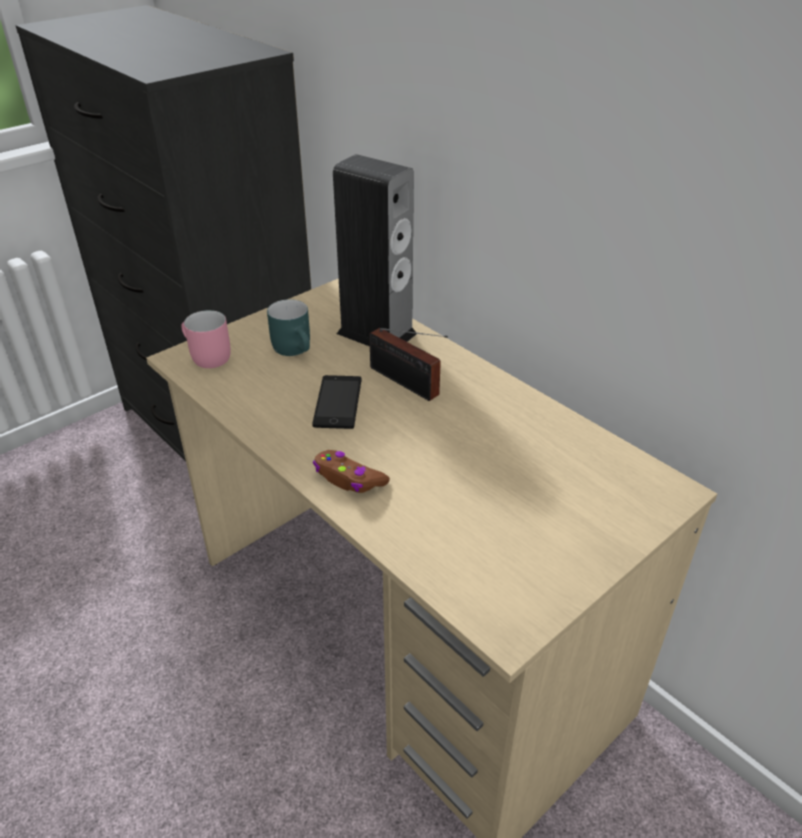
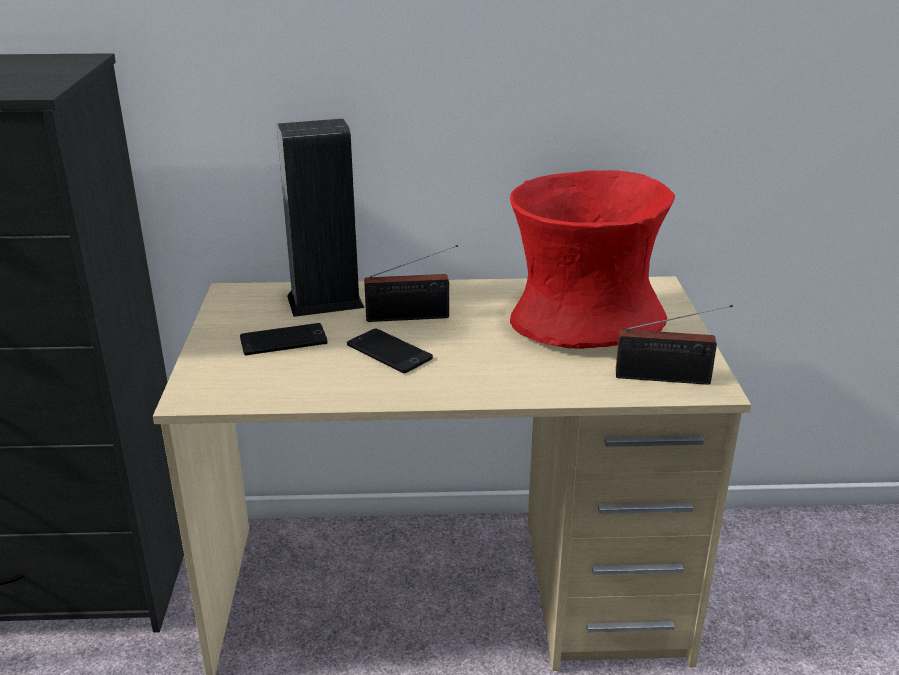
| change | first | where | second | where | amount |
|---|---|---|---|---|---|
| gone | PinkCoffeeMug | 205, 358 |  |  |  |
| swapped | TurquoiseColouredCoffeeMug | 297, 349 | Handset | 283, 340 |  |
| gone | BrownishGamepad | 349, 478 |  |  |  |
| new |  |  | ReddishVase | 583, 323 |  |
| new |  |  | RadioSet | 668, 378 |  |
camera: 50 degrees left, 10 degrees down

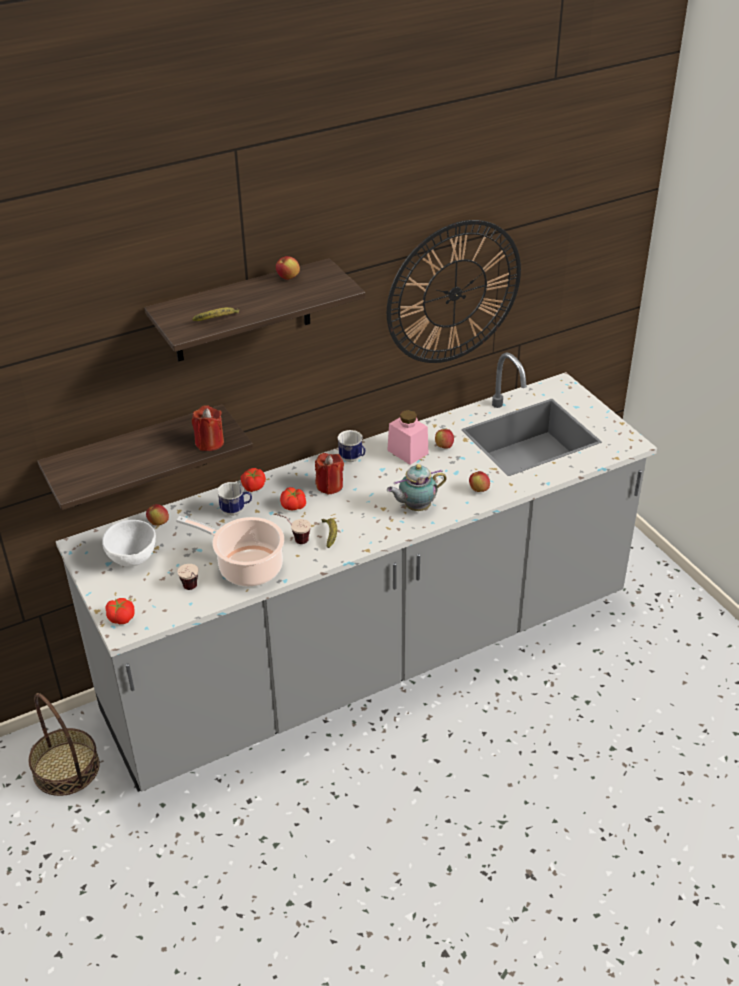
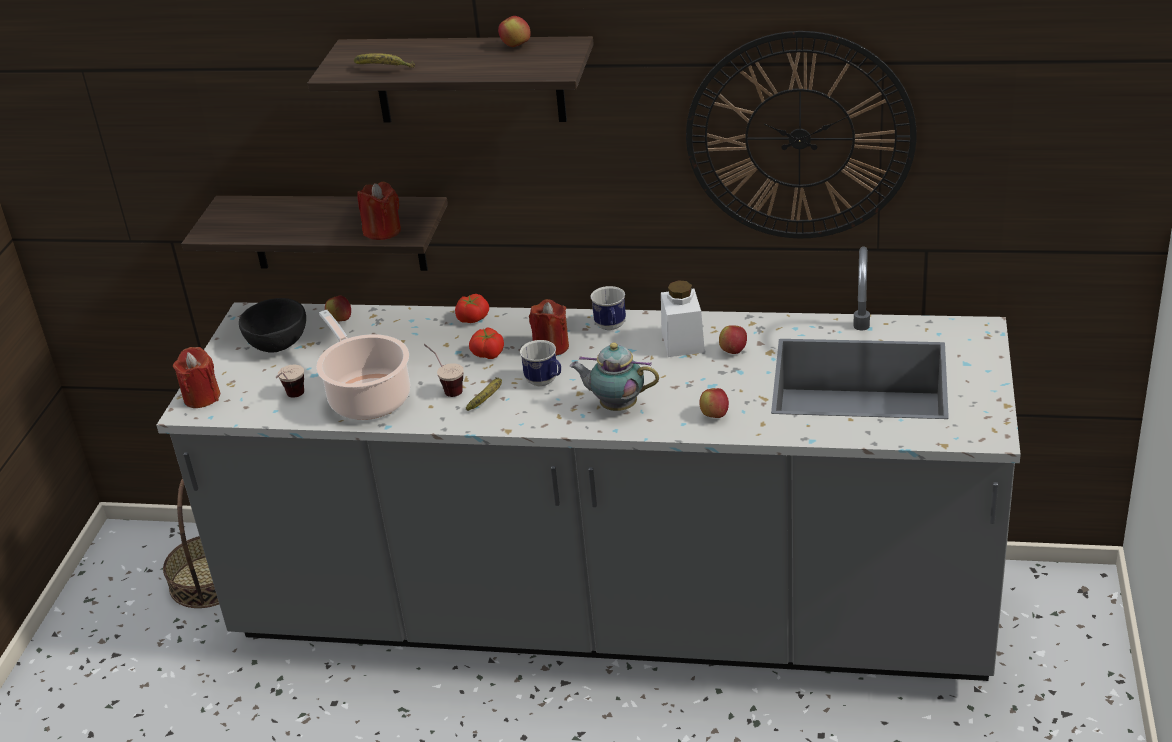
| change | first | where | second | where | amount |
|---|---|---|---|---|---|
| repainted | WhiteDeepDish | 131, 558 | BlackishDeepDish | 277, 345 |  |
| swapped | WholeTomato | 121, 617 | ReddishCandle | 202, 397 |  |
| shifted | CoffeeMug | 236, 511 |  | 545, 382 |  |
| repainted | PinkJar | 407, 452 | WhiteJar | 682, 342 |  |
camera: 40 degrees right, 5 degrees down

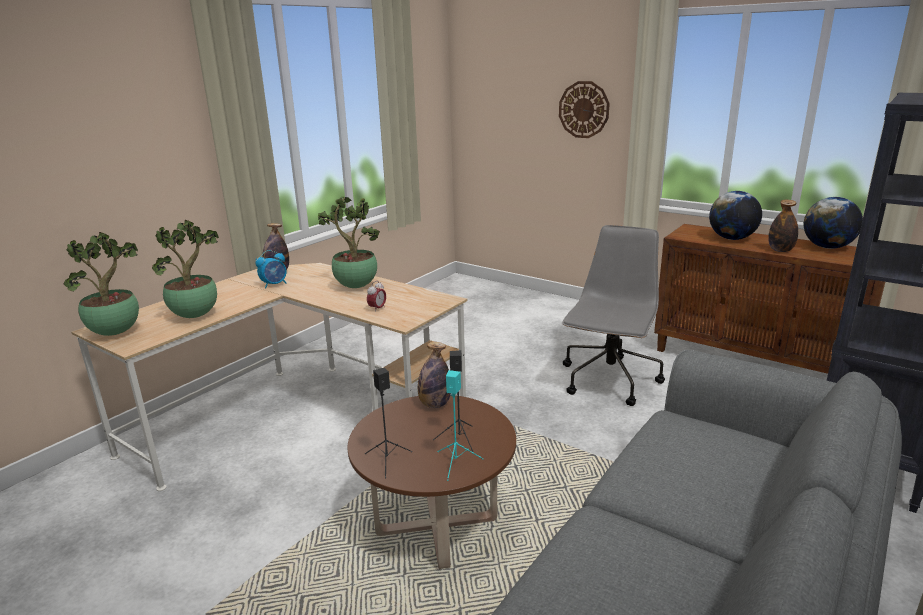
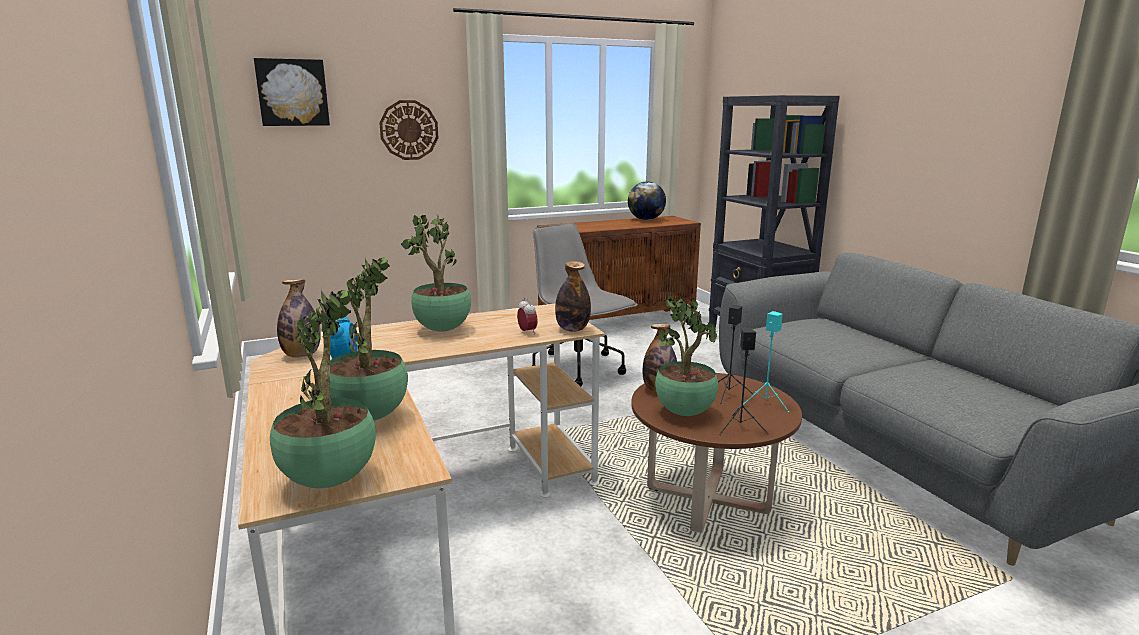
| change | first | where | second | where | amount |
|---|---|---|---|---|---|
| gone | WorldGlobe | 731, 238 |  |  |  |
| shifted | Bottle | 780, 250 |  | 572, 329 |  |
| new |  |  | WallArt | 292, 92 |  |
| new |  |  | Houseplant | 686, 413 |  |
camera: 60 degrees left, 5 degrees down

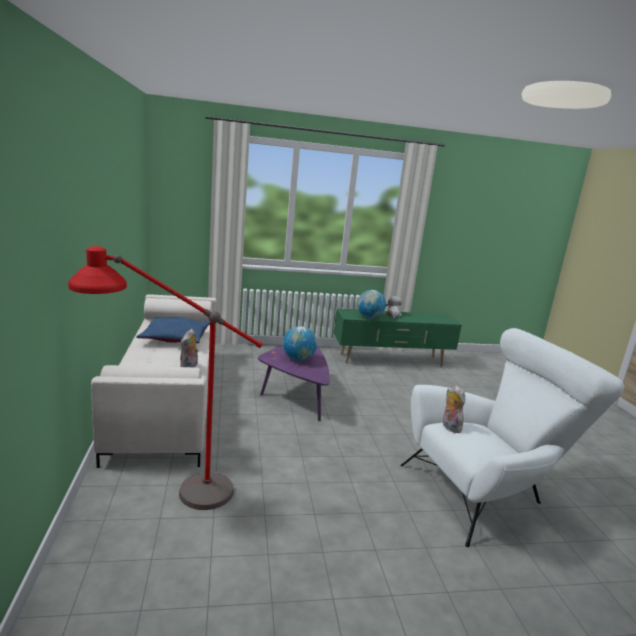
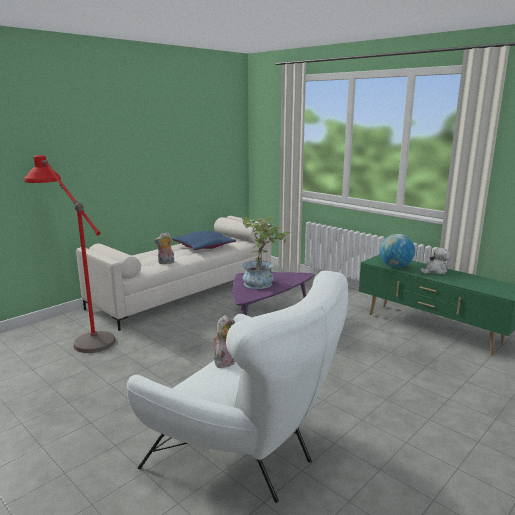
| change | first | where | second | where | amount |
|---|---|---|---|---|---|
| swapped | WorldGlobe | 298, 359 | Houseplant | 262, 283 |  |
camera: 55 degrees right, 0 degrees up

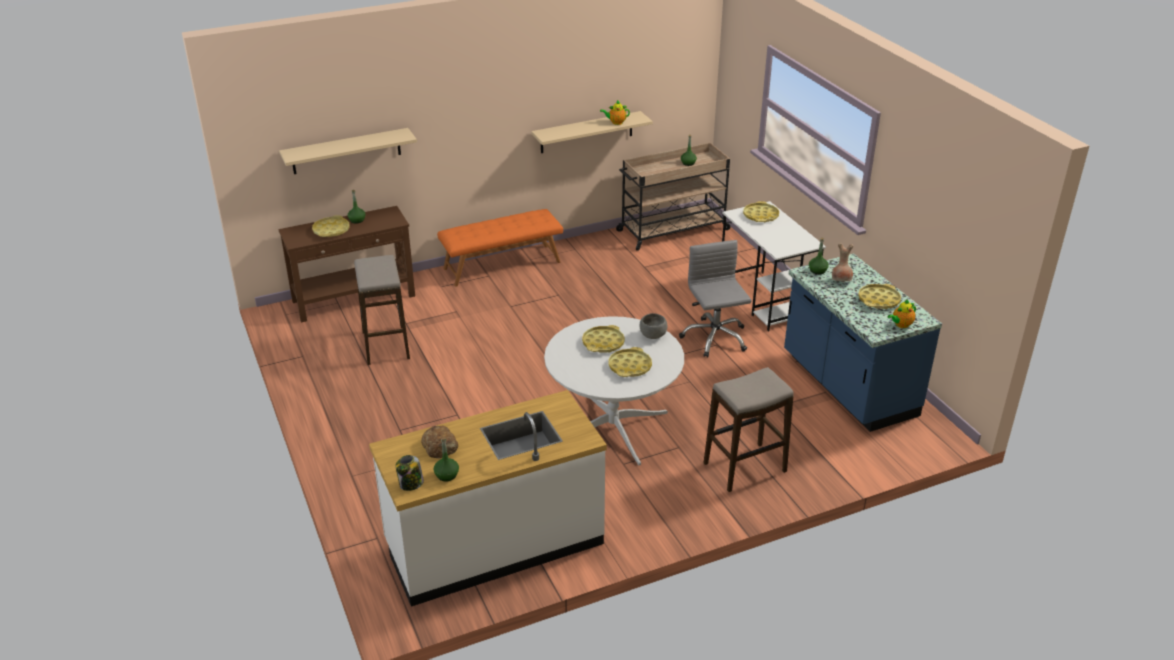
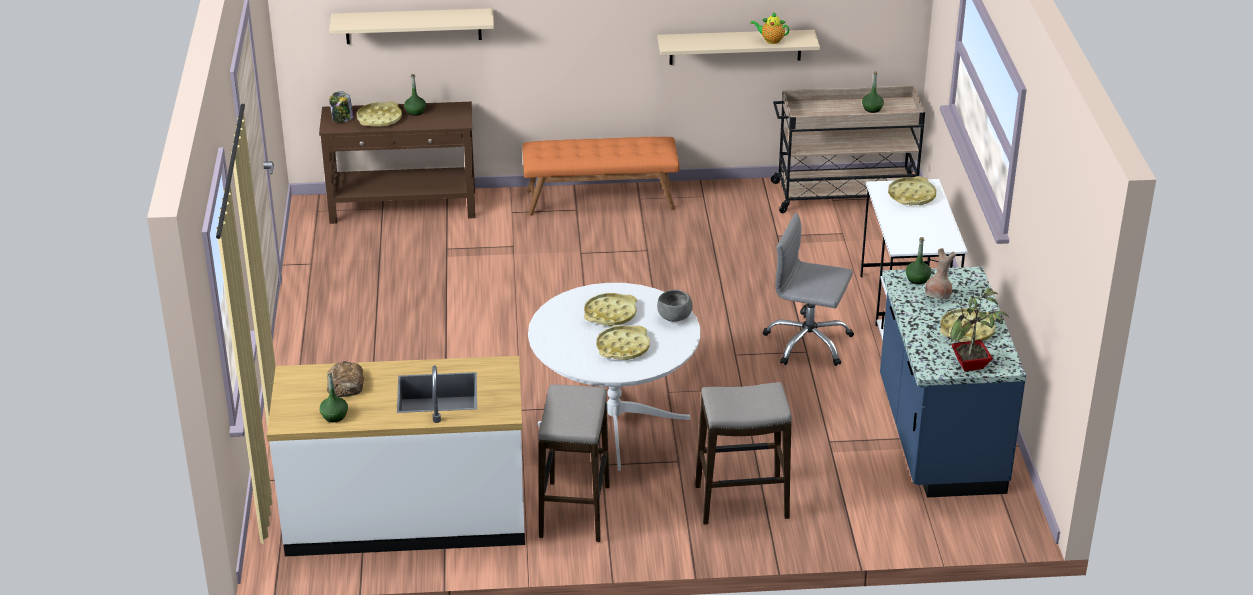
| change | first | where | second | where | amount |
|---|---|---|---|---|---|
| shifted | Stool | 385, 345 |  | 574, 512 |  |
| shifted | Jar | 411, 484 |  | 342, 119 |  |
| rotated | GreyDeskChair | 714, 338 |  | 808, 343 | 75 degrees counterclockwise |
| swapped | TeaPot | 901, 325 | Houseplant | 970, 366 |  |
camera: 20 degrees right, 0 degrees up

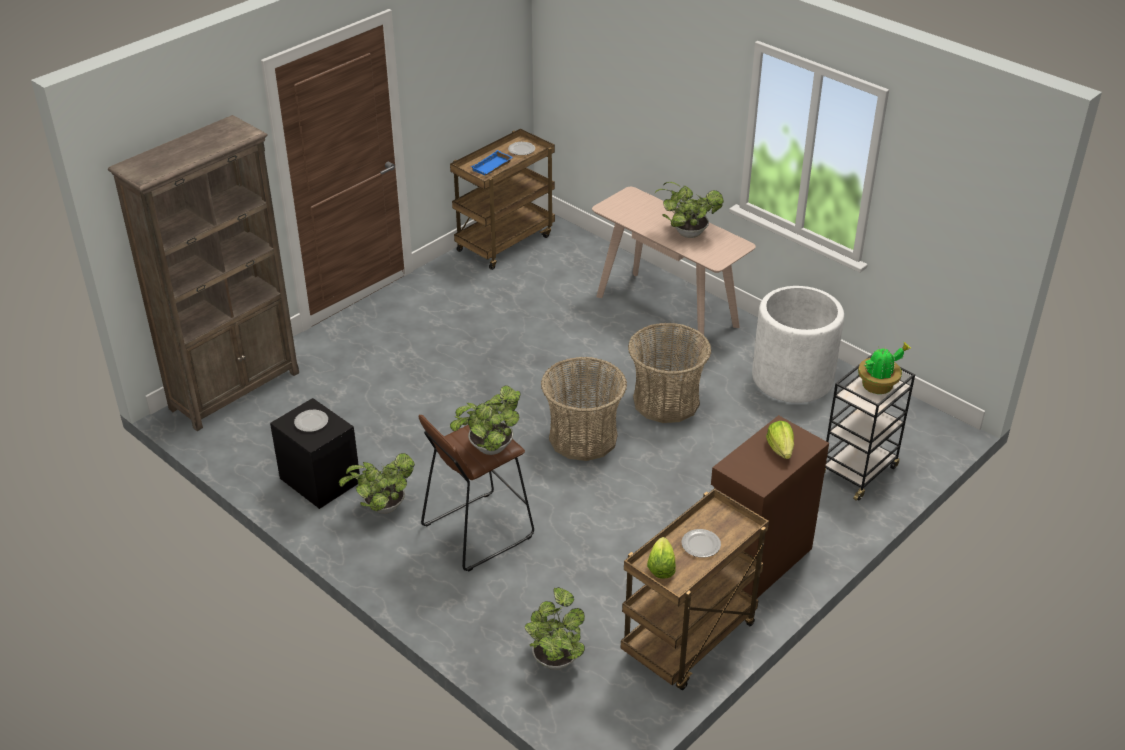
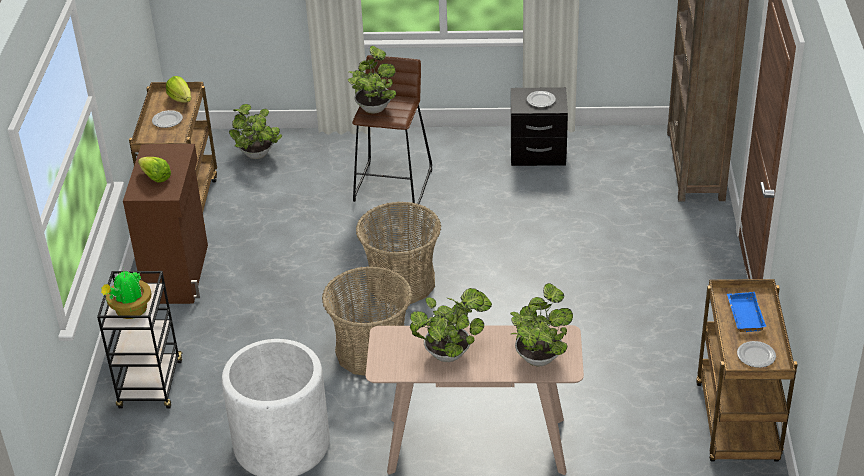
| change | first | where | second | where | amount |
|---|---|---|---|---|---|
| shifted | Houseplant | 382, 507 |  | 539, 355 |  |
camera: 140 degrees right, 0 degrees up

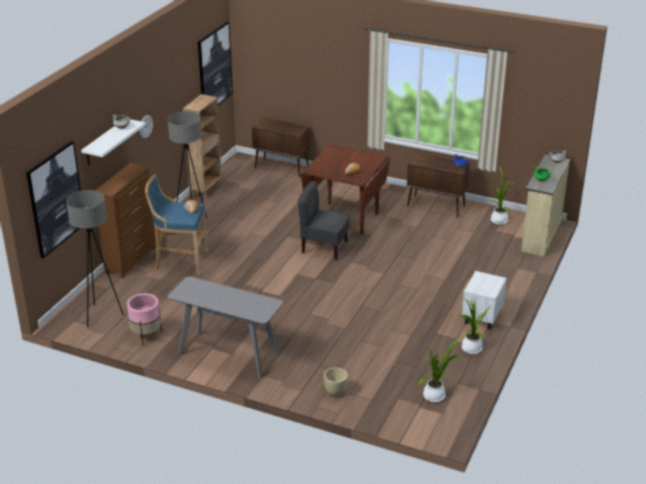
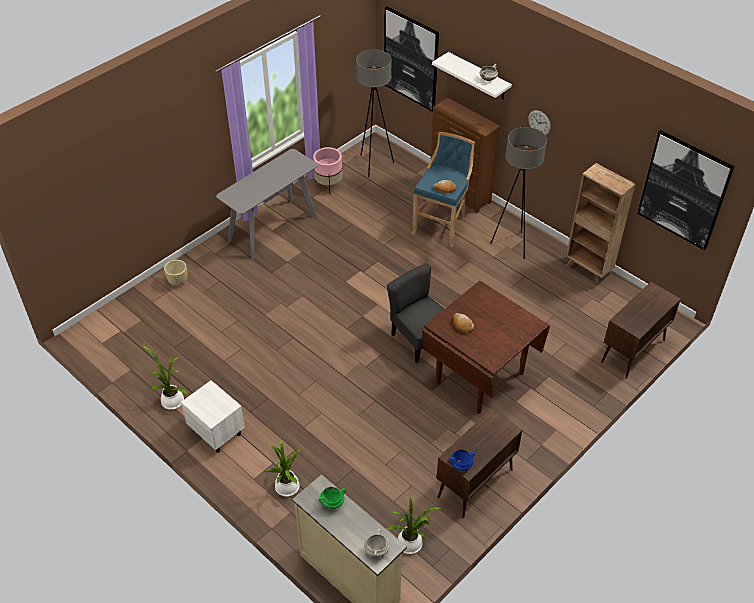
| change | first | where | second | where | amount |
|---|---|---|---|---|---|
| rotated | GreyPlainChair | 324, 247 |  | 420, 339 | 75 degrees counterclockwise |
| shifted | Houseplant | 436, 396 |  | 286, 489 |  |
camera: 110 degrees right, 15 degrees up

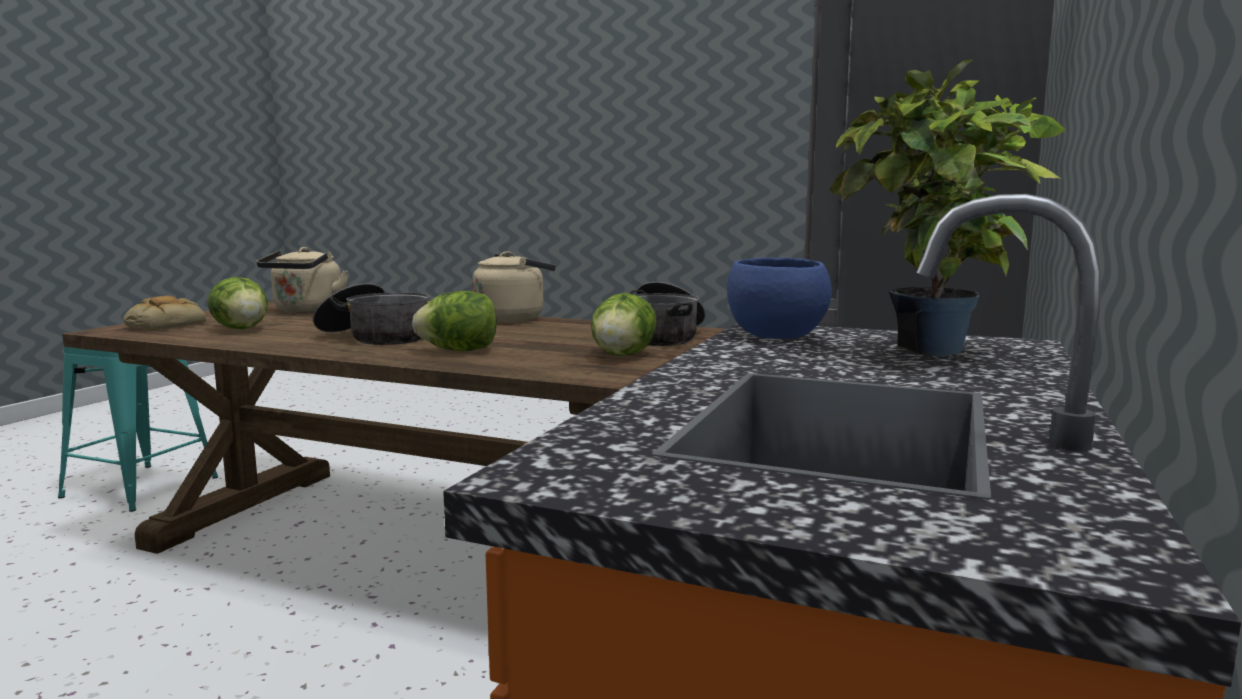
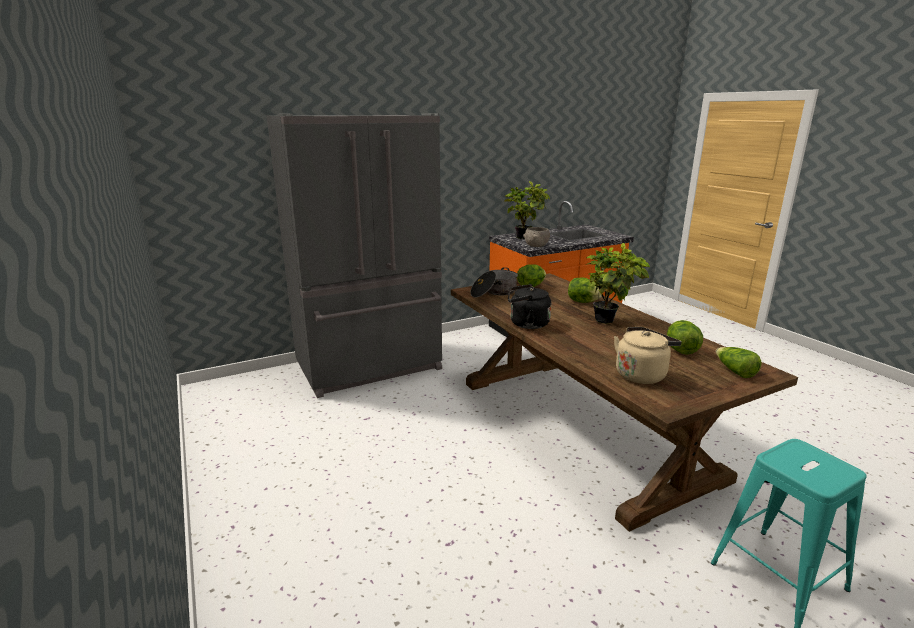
| change | first | where | second | where | amount |
|---|---|---|---|---|---|
| swapped | BakeryBread | 166, 325 | Lettuce | 735, 371 |  |
| swapped | CookingPot | 376, 337 | Houseplant | 610, 321 |  |
| repainted | BeigeWaterKettle | 513, 319 | BlackishWaterKettle | 526, 324 |  |
| repainted | BluishDeepDish | 775, 334 | GreyDeepDish | 536, 246 |  |
camera: 140 degrees left, 10 degrees up

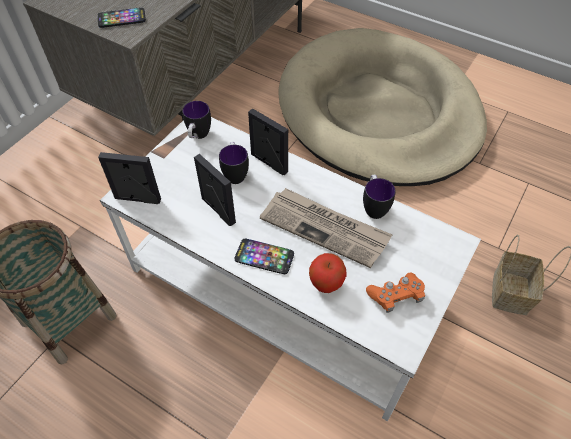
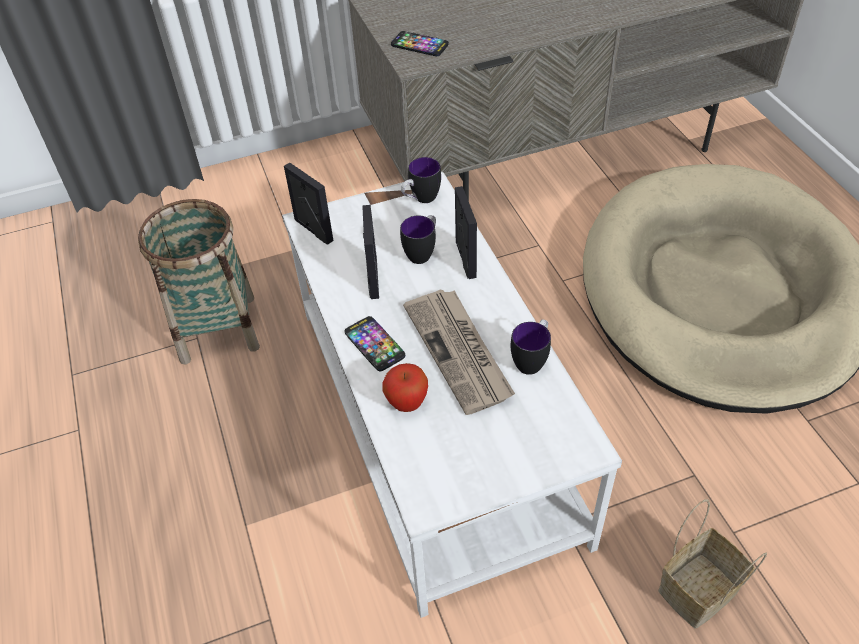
| change | first | where | second | where | amount |
|---|---|---|---|---|---|
| gone | OrangeColouredGamepad | 395, 296 |  |  |  |
camera: 40 degrees right, 5 degrees down

